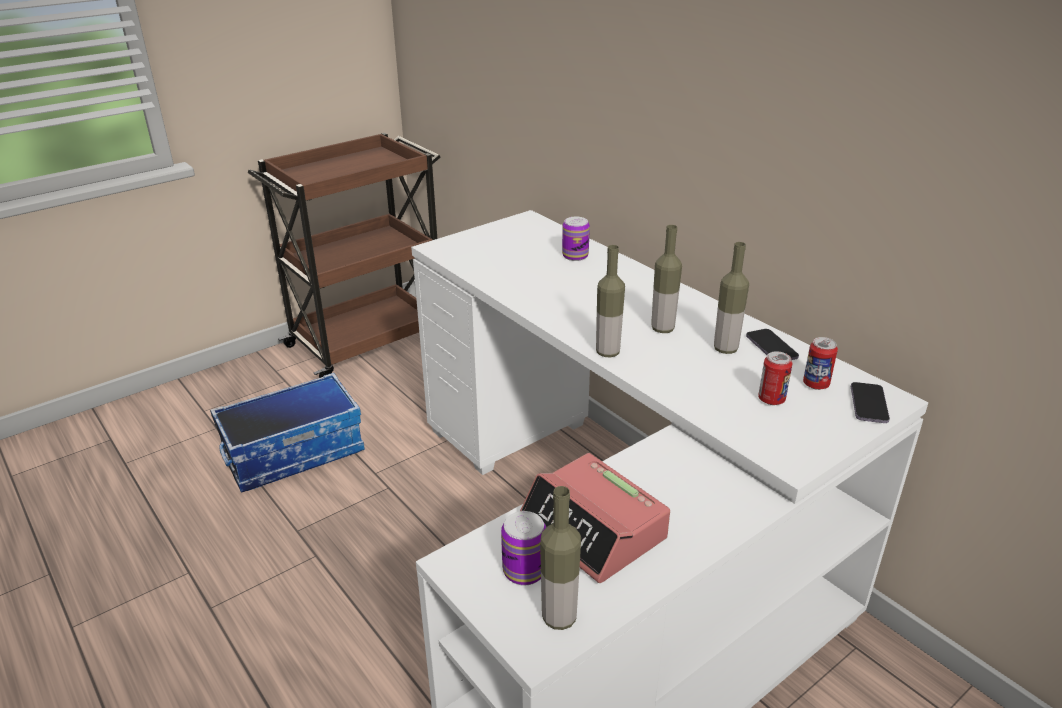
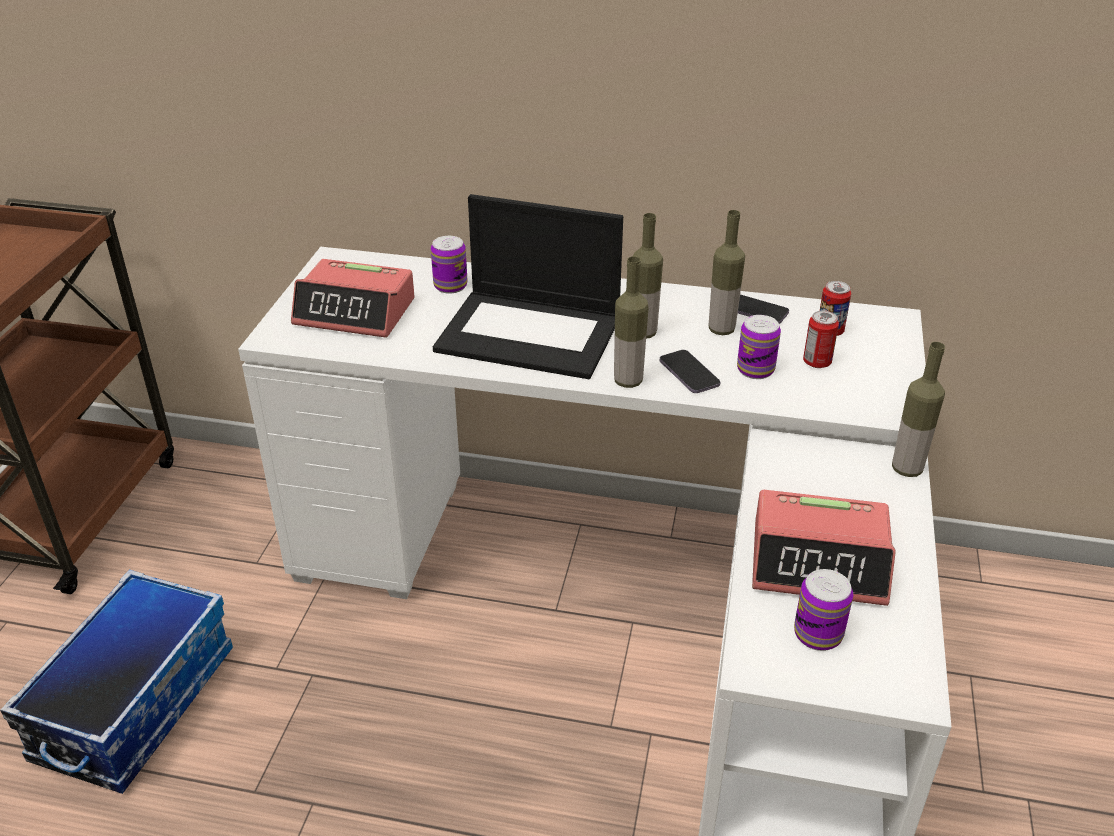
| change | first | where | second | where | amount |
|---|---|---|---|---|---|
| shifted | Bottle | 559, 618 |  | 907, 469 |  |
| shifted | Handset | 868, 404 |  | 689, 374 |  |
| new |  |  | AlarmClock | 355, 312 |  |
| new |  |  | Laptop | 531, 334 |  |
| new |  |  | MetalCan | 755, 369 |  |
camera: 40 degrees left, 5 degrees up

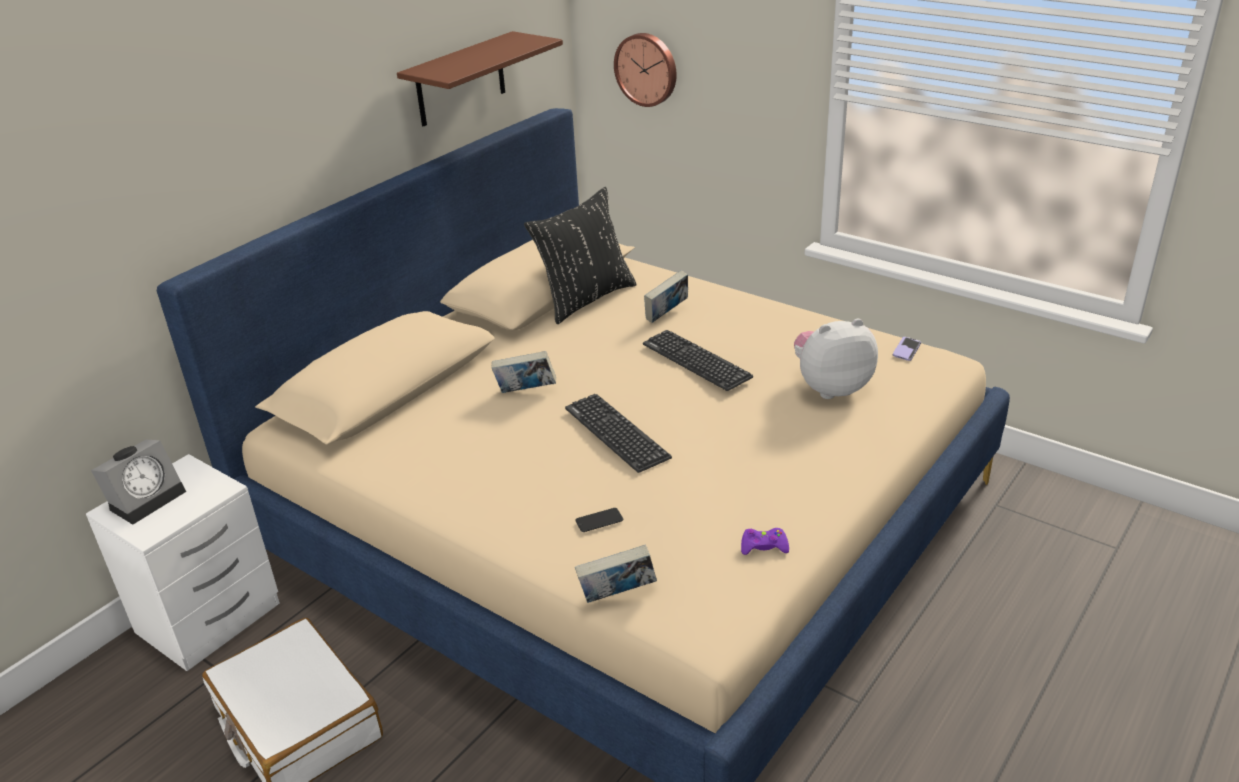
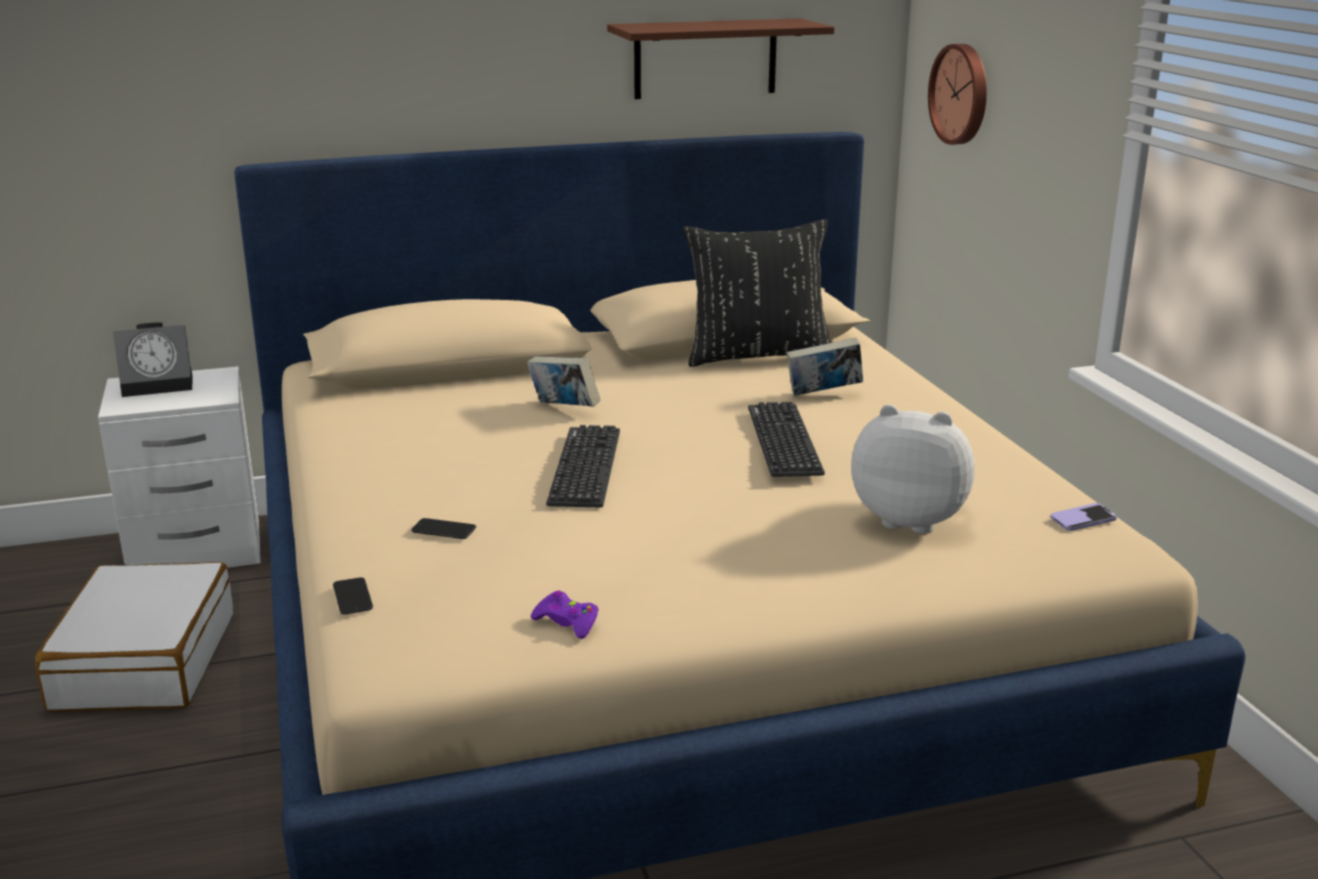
| change | first | where | second | where | amount |
|---|---|---|---|---|---|
| swapped | Volume | 617, 596 | Handset | 352, 597 |  |
camera: 35 degrees right, 10 degrees down

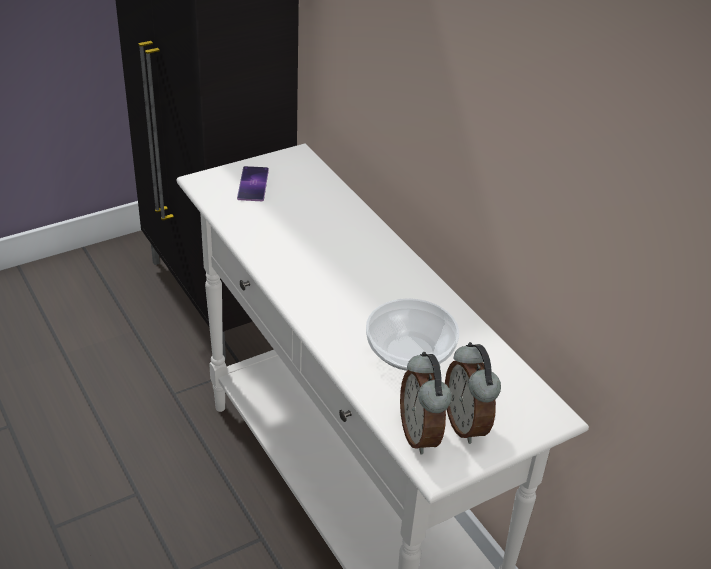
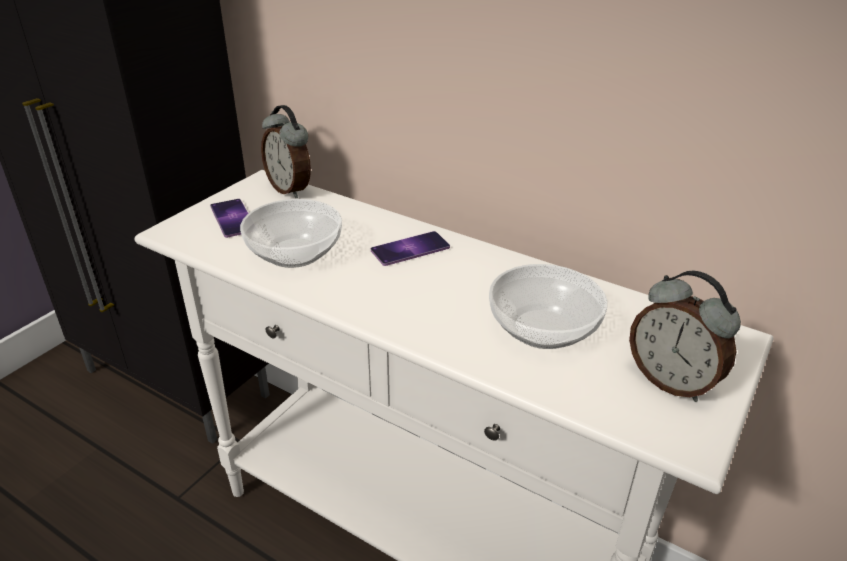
| change | first | where | second | where | amount |
|---|---|---|---|---|---|
| shifted | AlarmClock | 421, 434 |  | 290, 189 |  |
| new |  |  | DeepDish | 295, 252 |  |
| new |  |  | Handset | 410, 249 |  |
camera: 25 degrees left, 5 degrees down

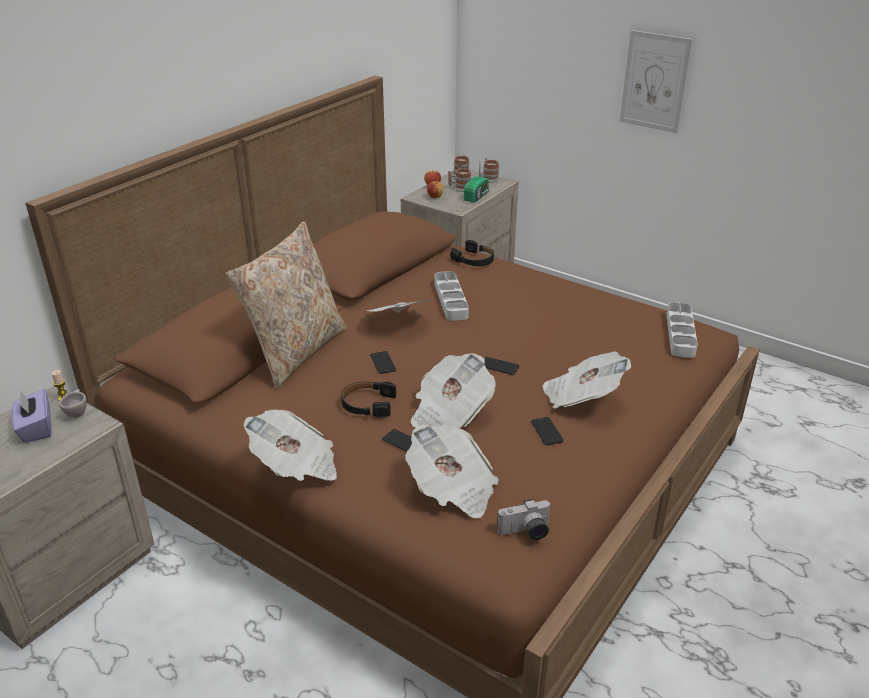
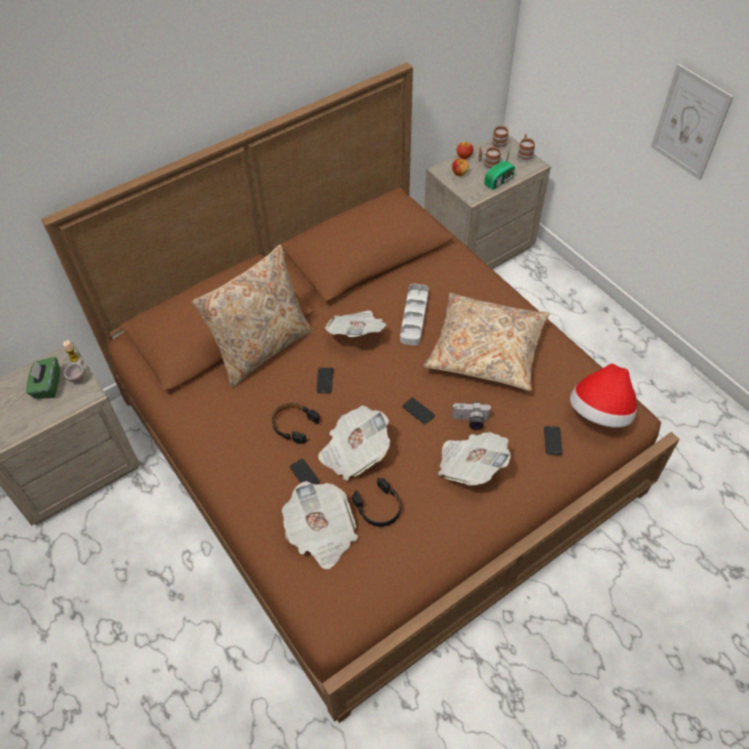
| change | first | where | second | where | amount |
|---|---|---|---|---|---|
| repainted | PurpleTissueHolder | 36, 428 | GreenTissueHolder | 47, 386 |  |
| gone | DailyPaper | 296, 465 |  |  |  |
| shifted | BlackishPairOfHeadphones | 474, 260 |  | 379, 507 |  |
| shifted | StillCamera | 525, 532 |  | 470, 421 |  |
| shifted | Handset | 546, 431 |  | 552, 440 |  |
| swapped | GreyCarryingTray | 680, 333 | ClothingHat | 600, 412 |  |
| new |  |  | BeigePillow | 486, 349 |  |
camera: 20 degrees right, 20 degrees up

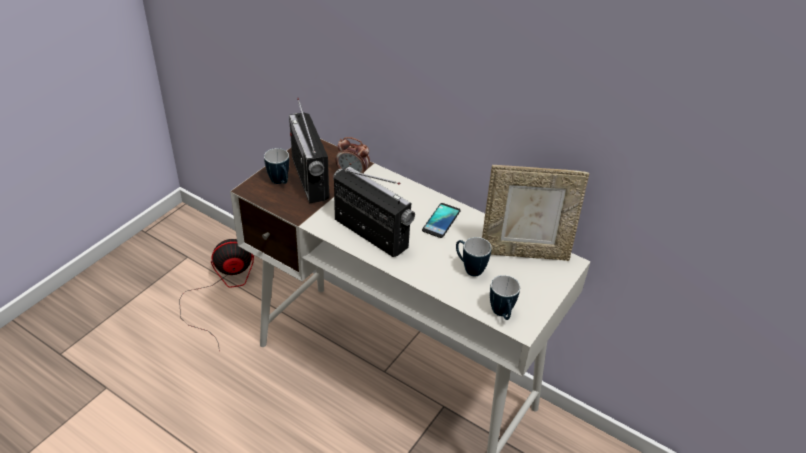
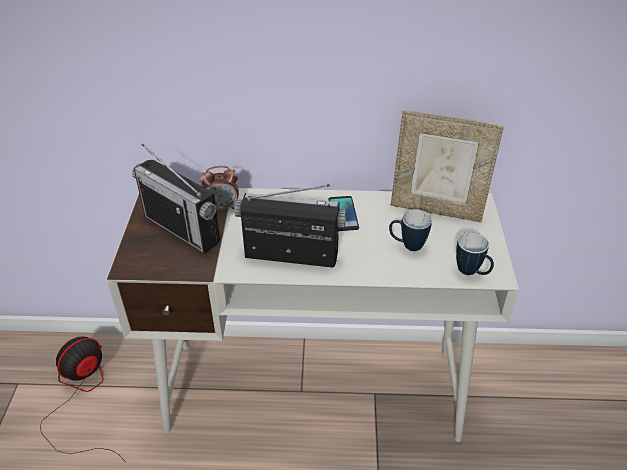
| change | first | where | second | where | amount |
|---|---|---|---|---|---|
| gone | CoffeeMug | 280, 182 |  |  |  |
| rotated | StandingFrame | 524, 252 |  | 436, 209 | 45 degrees clockwise |
camera: 30 degrees left, 0 degrees up

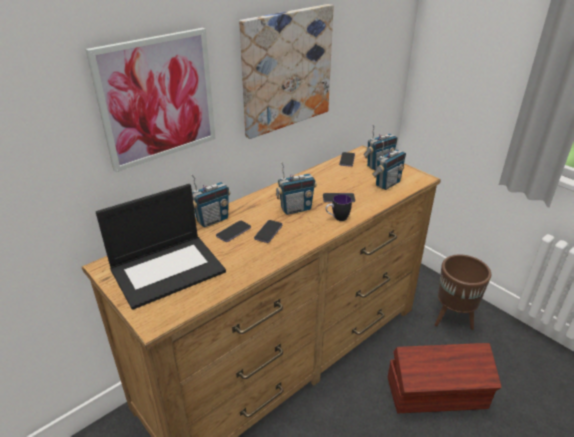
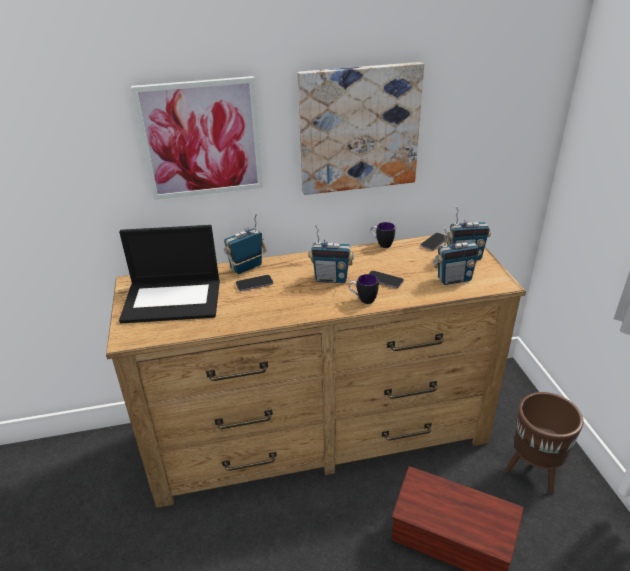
| change | first | where | second | where | amount |
|---|---|---|---|---|---|
| rotated | RadioSet | 212, 220 |  | 246, 267 | 150 degrees clockwise |
| gone | Handset | 268, 232 |  |  |  |
| new |  |  | CoffeeMug | 381, 244 |  |
camera: 30 degrees right, 0 degrees up

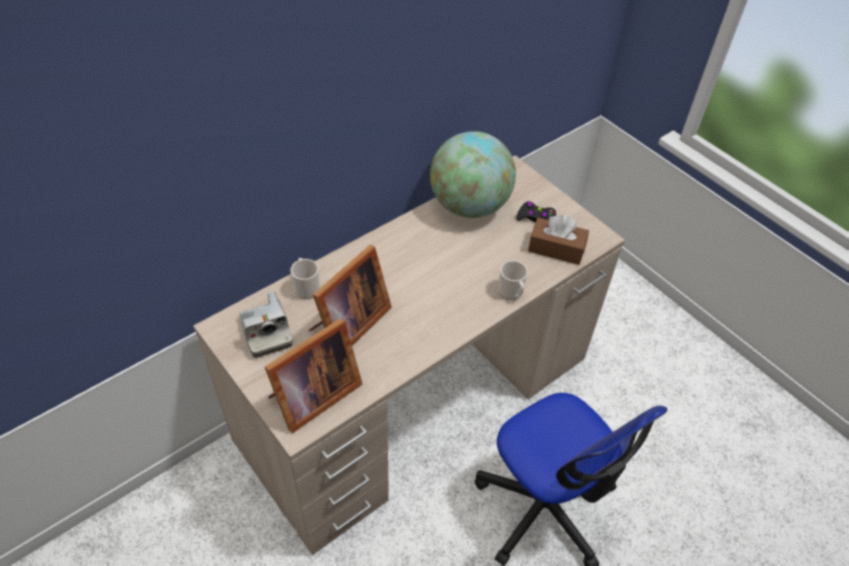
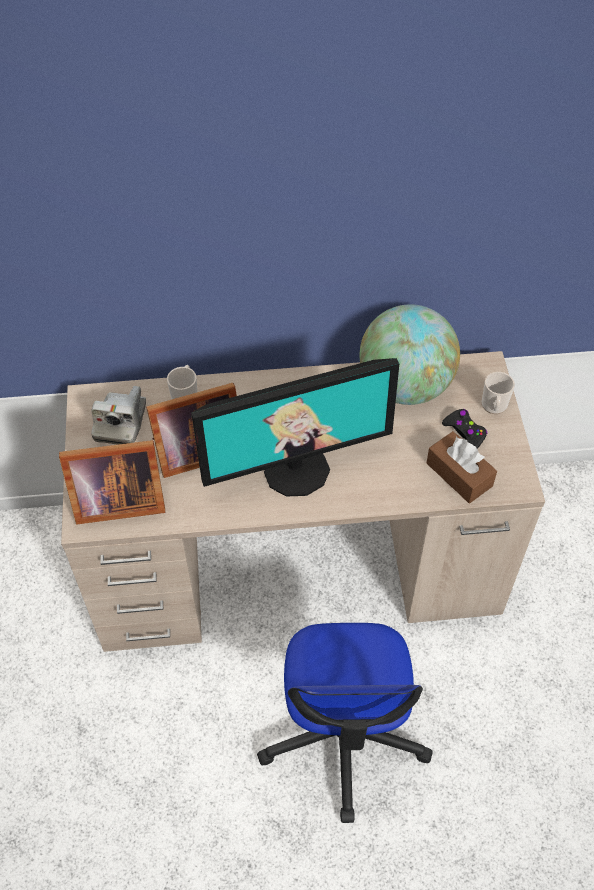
| change | first | where | second | where | amount |
|---|---|---|---|---|---|
| shifted | CoffeeMug | 511, 293 |  | 494, 406 |  |
| new |  |  | ComputerScreen | 296, 470 |  |
camera: 35 degrees right, 5 degrees up

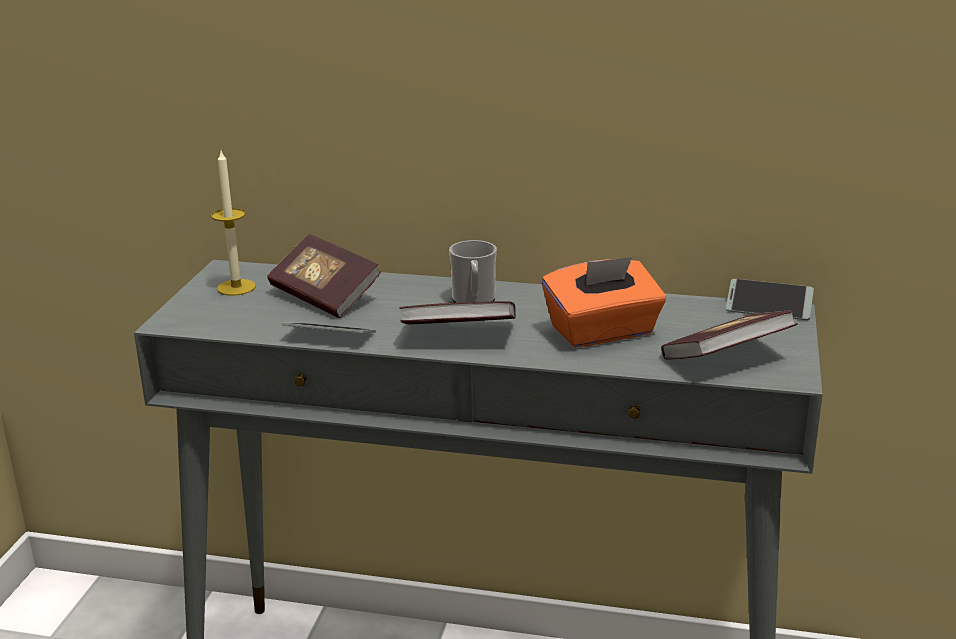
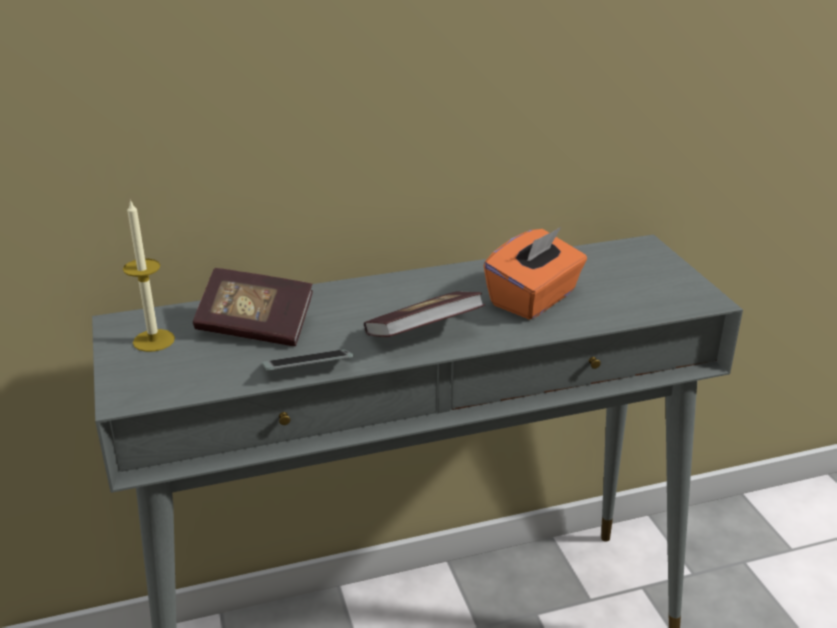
| change | first | where | second | where | amount |
|---|---|---|---|---|---|
| gone | CoffeeMug | 474, 301 |  |  |  |
| gone | Volume | 726, 358 |  |  |  |
| gone | Handset | 768, 308 |  |  |  |
camera: 30 degrees left, 5 degrees up

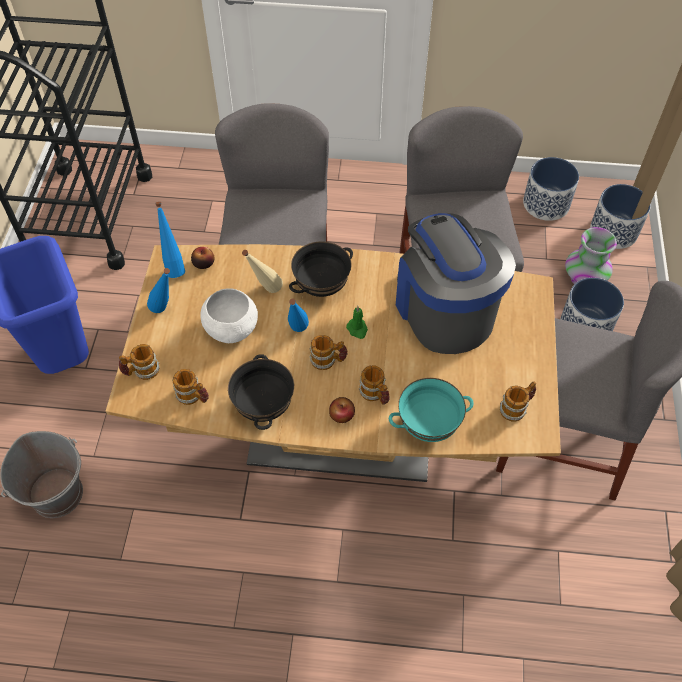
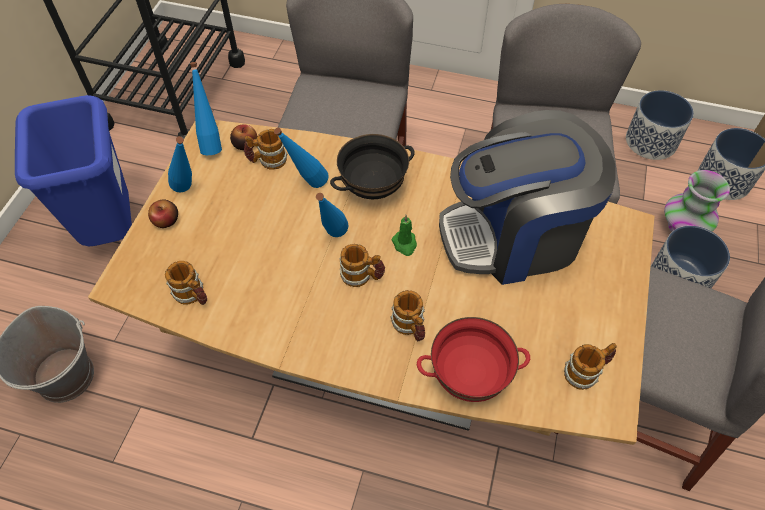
| change | first | where | second | where | amount |
|---|---|---|---|---|---|
| shifted | CoffeeMug | 141, 371 |  | 267, 161 |  |
| gone | WhiteDeepDish | 231, 329 |  |  |  |
| gone | BlackishDeepDish | 264, 407 |  |  |  |
| repainted | BeigeBottle | 265, 292 | BluishBottle | 306, 186 |  |
| shifted | Apple | 342, 415 |  | 166, 220 |  |
| repainted | TurquoiseColouredDeepDish | 428, 427 | ReddishDeepDish | 468, 379 |  |
| rotated | CoffeeMachine | 444, 310 |  | 514, 236 | 90 degrees counterclockwise |
camera: 10 degrees right, 0 degrees up

